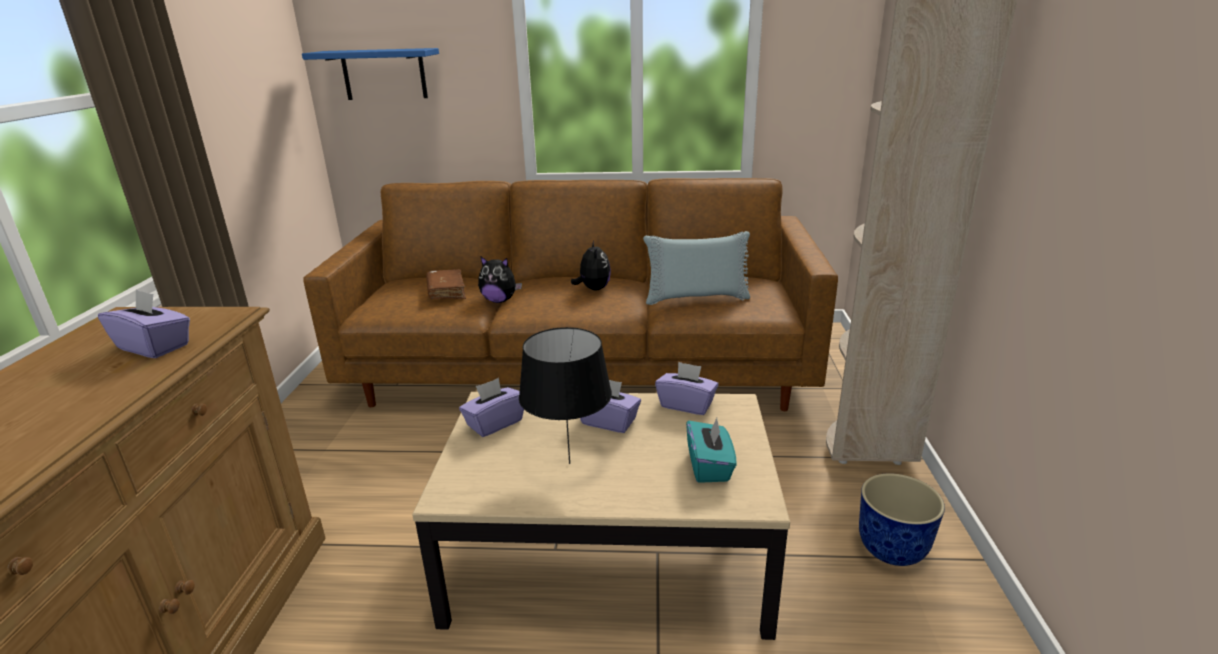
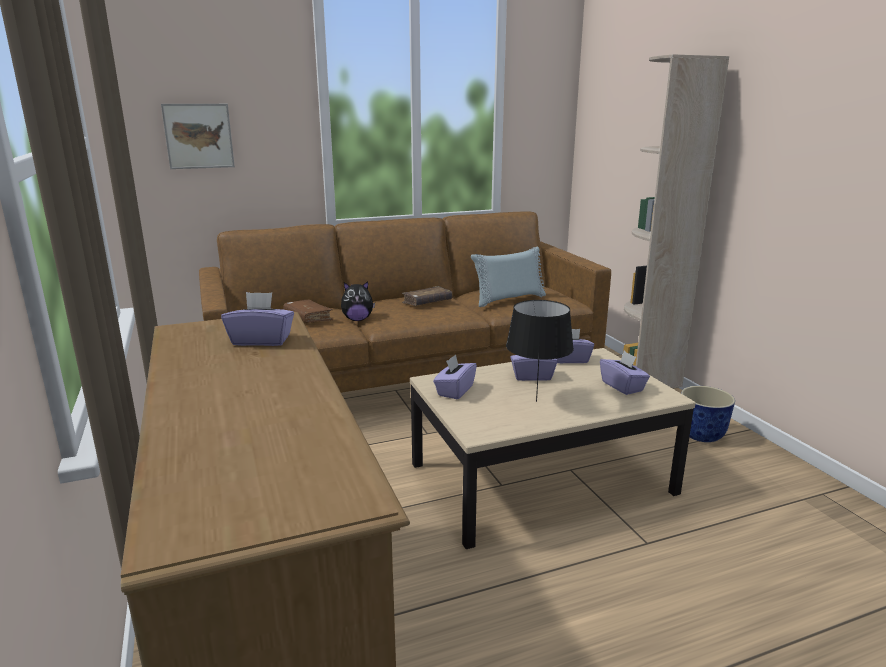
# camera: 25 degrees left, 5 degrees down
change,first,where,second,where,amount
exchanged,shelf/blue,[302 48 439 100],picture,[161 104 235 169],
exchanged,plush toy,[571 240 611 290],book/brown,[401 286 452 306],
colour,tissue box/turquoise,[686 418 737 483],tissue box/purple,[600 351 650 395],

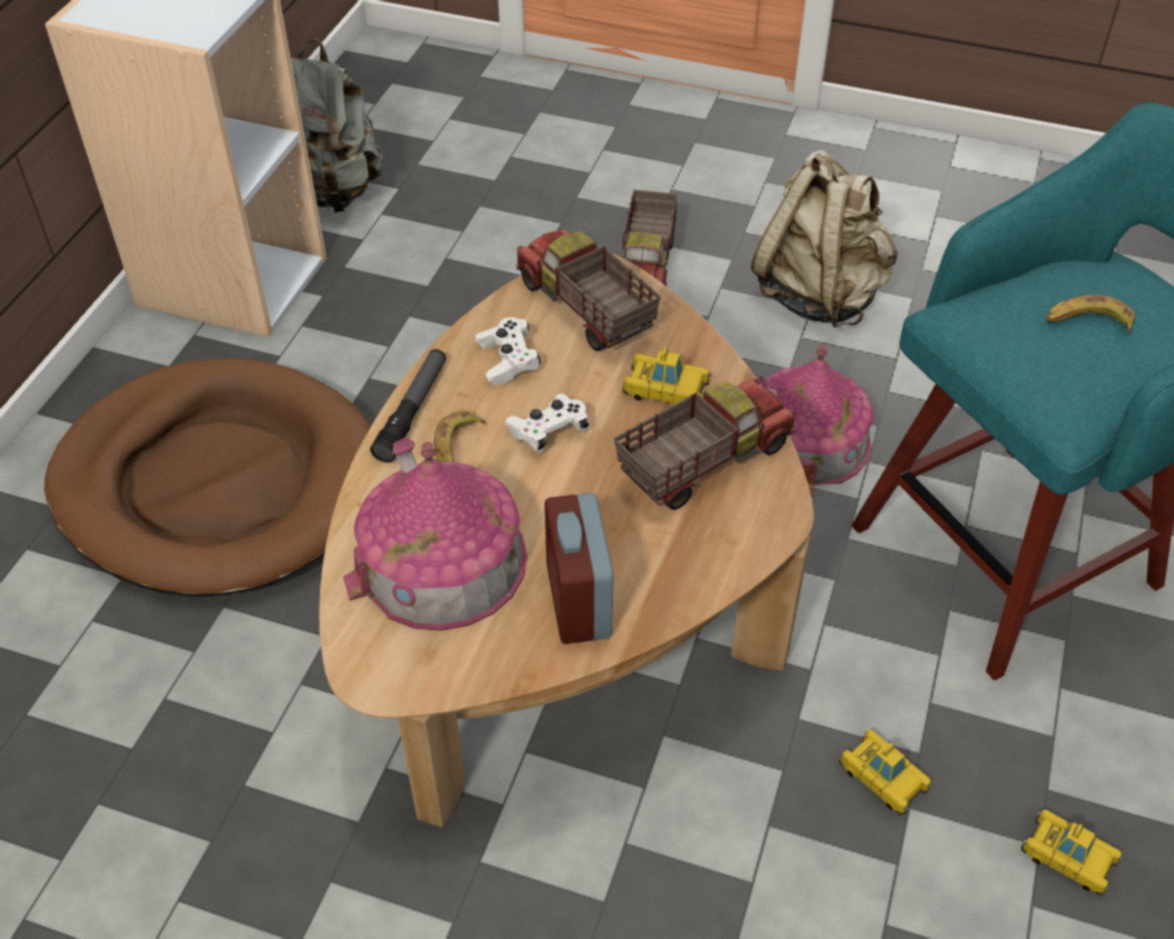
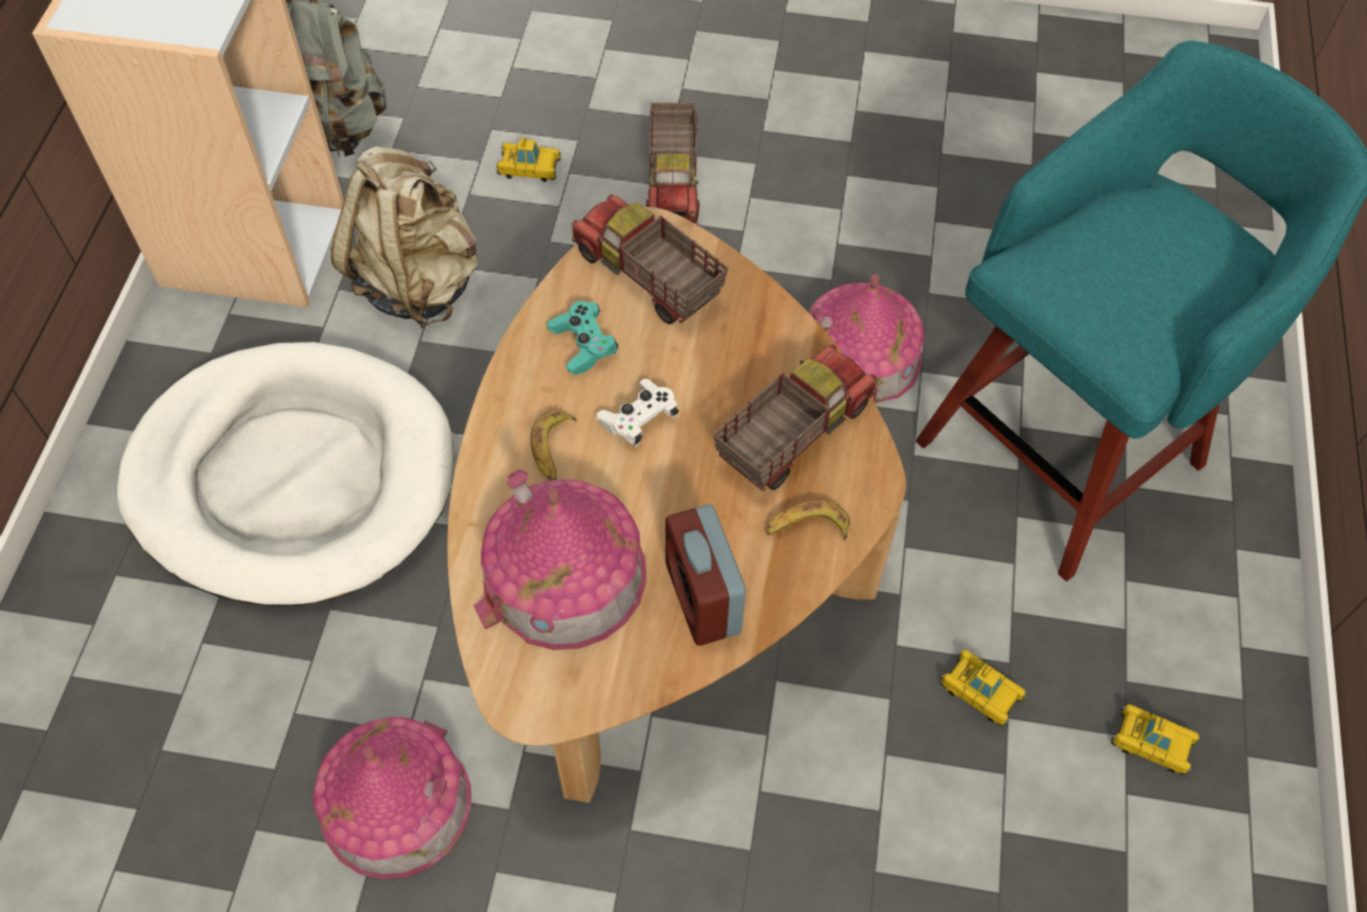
# camera: 10 degrees left, 10 degrees up
change,first,where,second,where,amount
relocated,backpack/beige,[751 150 898 328],,[331 146 478 328],
relocated,banana,[1046 295 1135 334],,[766 499 850 541],
colour,game controller/white,[475 317 541 386],game controller/turquoise,[547 301 618 375],
relocated,toy car,[622 348 711 404],,[496 137 561 182],
missing,flashlight,[370 349 446 463],,,
colour,dog bed/brown,[44 358 371 597],dog bed/white,[117 342 453 606],
appeared,,,toy house,[313 717 471 880],

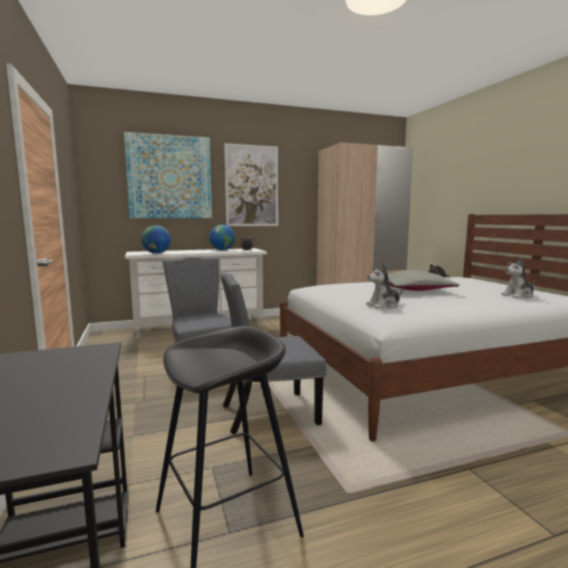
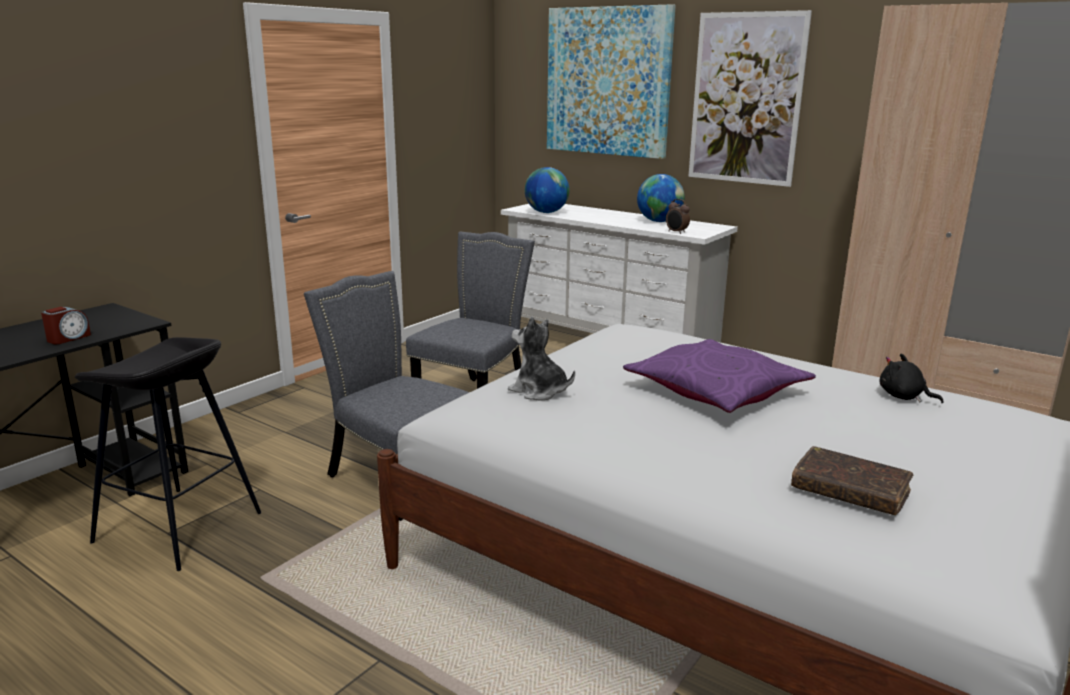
# camera: 55 degrees right, 10 degrees up
change,first,where,second,where,amount
exchanged,plush toy,[501 258 534 298],book/brown,[791 446 913 515],
colour,pillow/grey,[388 270 459 291],pillow/purple,[623 339 816 413],
appeared,,,alarm clock,[41 307 91 344],

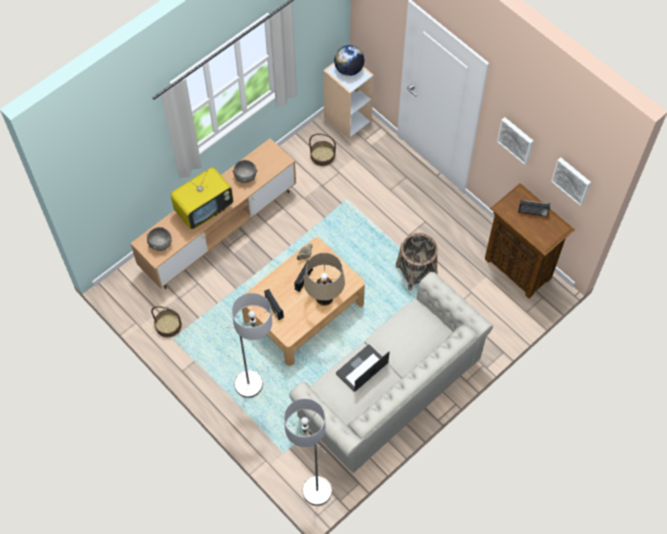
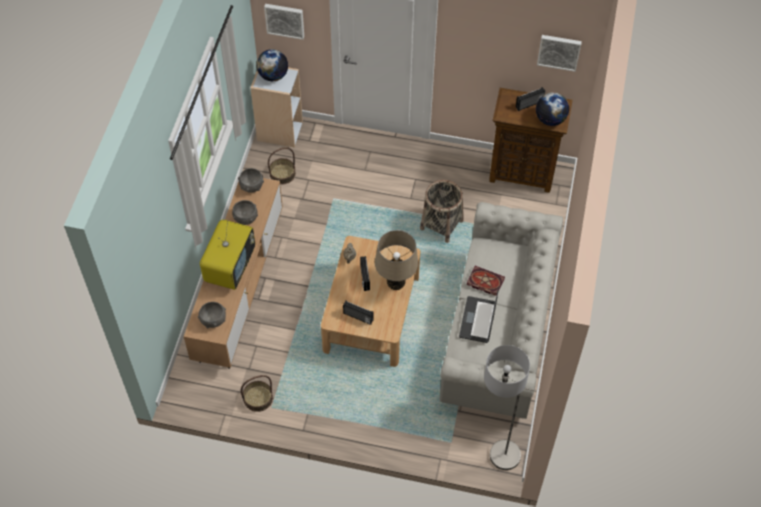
# camera: 35 degrees left, 5 degrees down
change,first,where,second,where,amount
relocated,picture,[497 117 534 165],,[264 4 304 40],
missing,floor lamp/grey,[225 293 272 398],,,
appeared,,,globe,[536 92 569 126],
appeared,,,bowl/grey,[238 168 264 193],
appeared,,,book,[466 266 505 296],

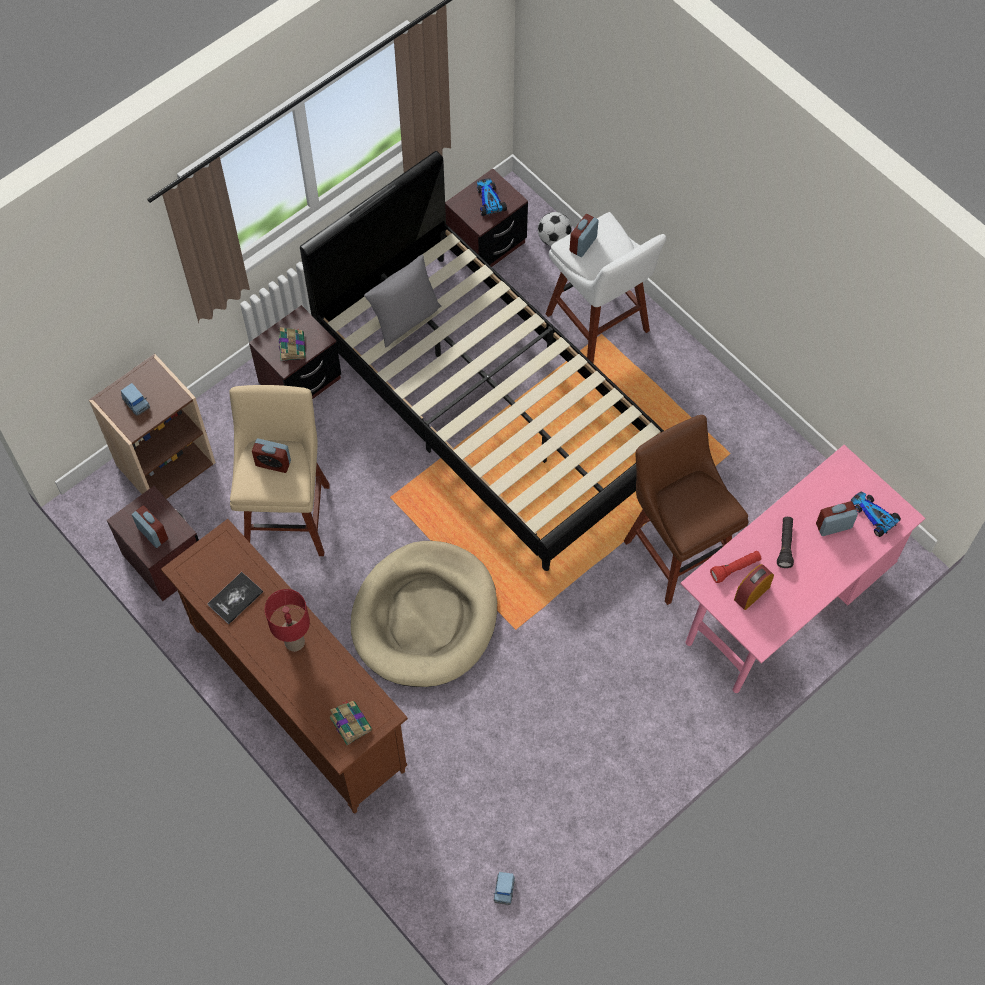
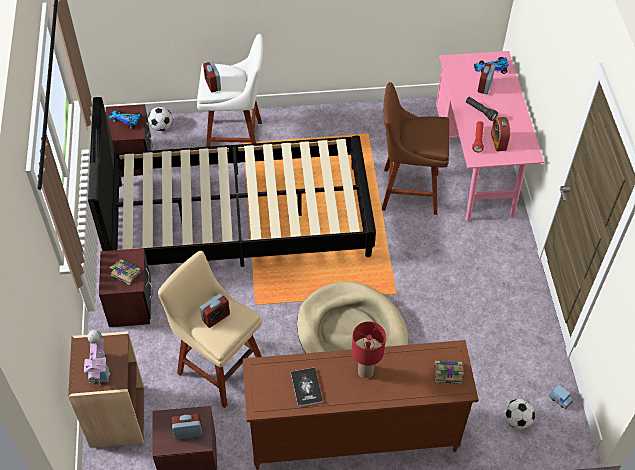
# camera: 55 degrees left, 10 degrees down
change,first,where,second,where,amount
missing,pillow/grey,[364 255 442 347],,,
exchanged,toy car/blue,[121 383 150 416],toy house,[84 330 110 387],
appeared,,,football,[505 399 535 429],

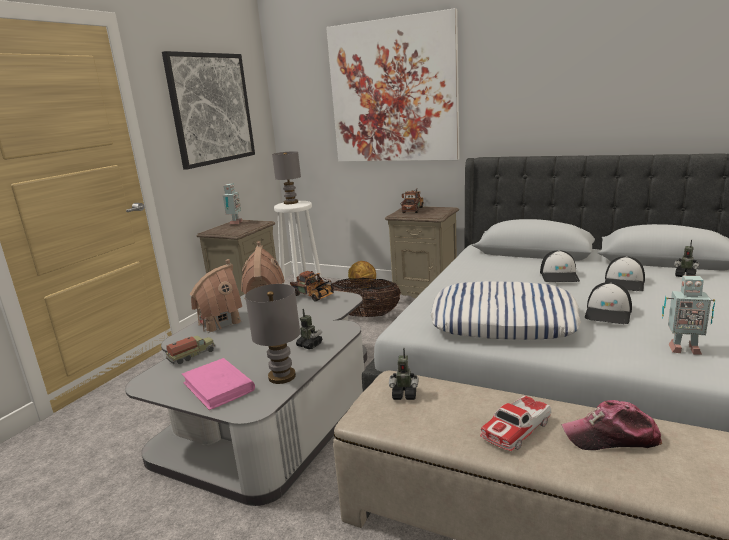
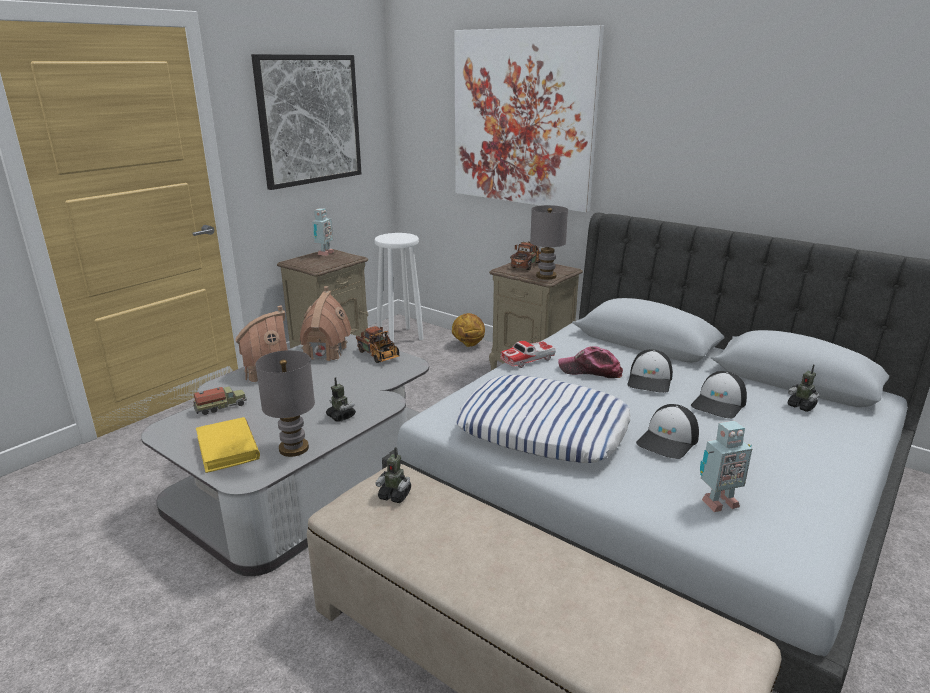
# camera: 10 degrees right, 5 degrees up
change,first,where,second,where,amount
relocated,table lamp/grey,[272 151 301 204],,[530 205 568 280],
spun,toy robot,[662 275 715 355],,[700 421 752 512],45 degrees counterclockwise
missing,basket,[331 278 401 317],,,
colour,book/pink,[182 358 255 410],book/yellow,[196 417 260 473],
relocated,toy car,[480 396 552 451],,[500 341 556 368],
relocated,cap,[561 400 662 450],,[558 346 623 378],

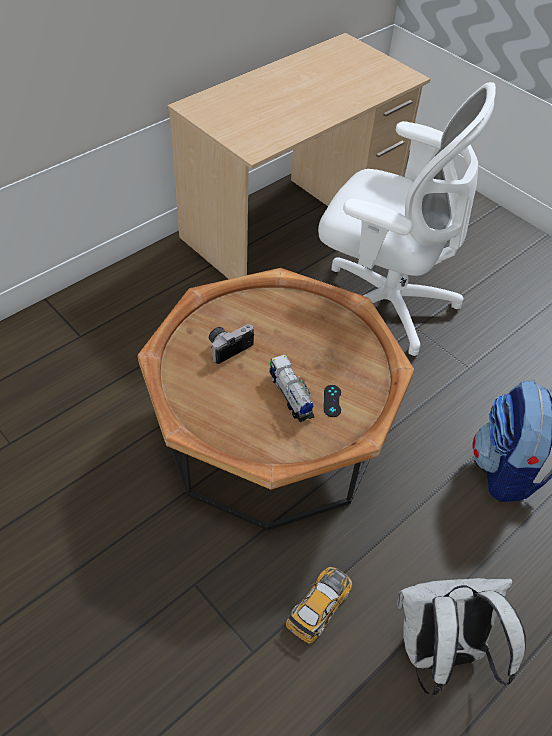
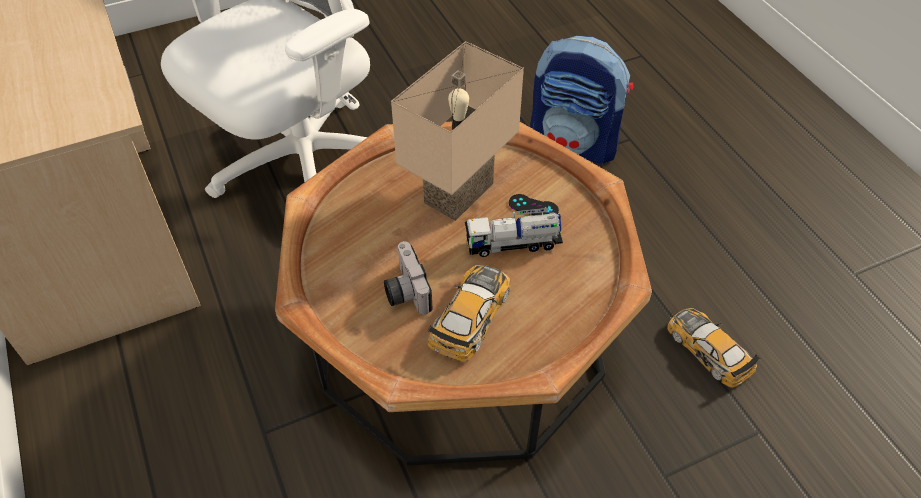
# camera: 70 degrees left, 0 degrees up
change,first,where,second,where,amount
missing,backpack/white,[397 578 526 695],,,
appeared,,,table lamp/beige,[391 41 524 221],
appeared,,,toy car,[427 265 511 362],

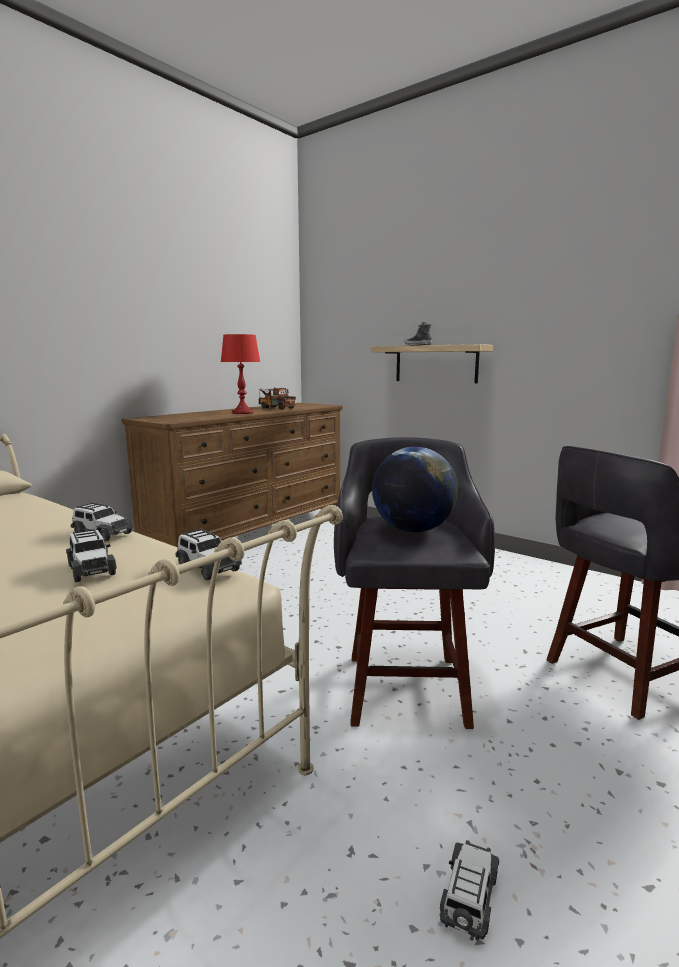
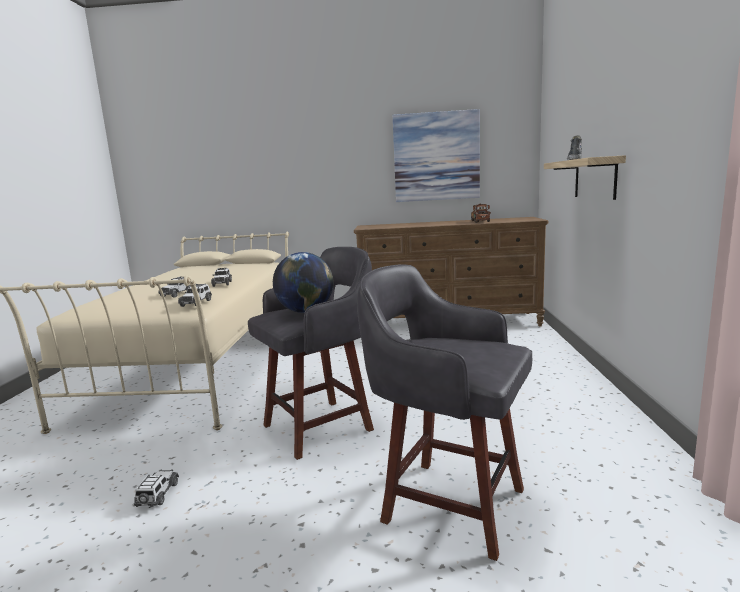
# camera: 55 degrees right, 0 degrees up
change,first,where,second,where,amount
missing,table lamp/red,[221 334 260 414],,,
spun,toy car,[440 840 499 941],,[134 469 179 508],75 degrees counterclockwise
appeared,,,picture,[393 109 480 202],

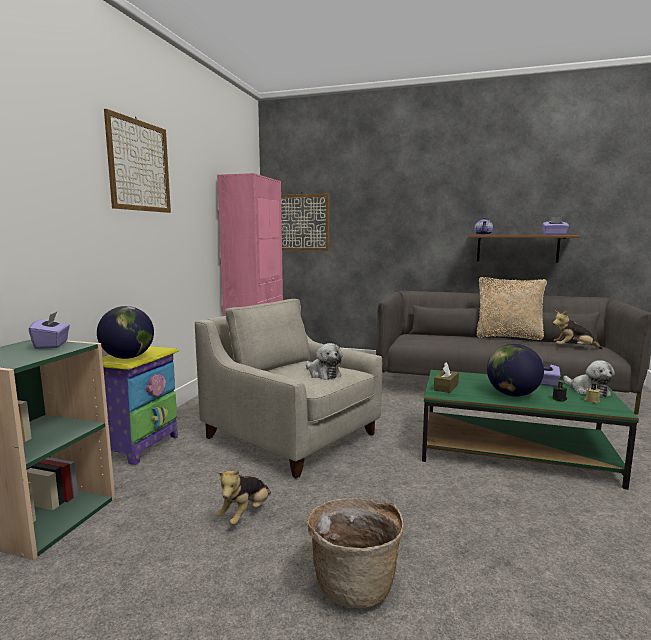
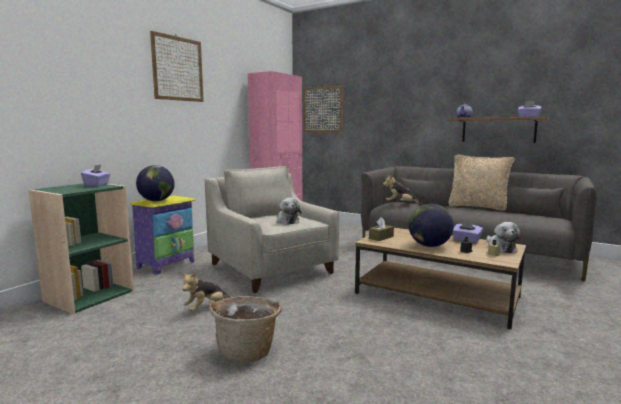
# camera: 15 degrees right, 0 degrees up
change,first,where,second,where,amount
relocated,plush toy,[553 311 603 349],,[383 175 423 206],
colour,coffee table/green,[422 370 639 490],coffee table/brown,[355 228 526 329],

